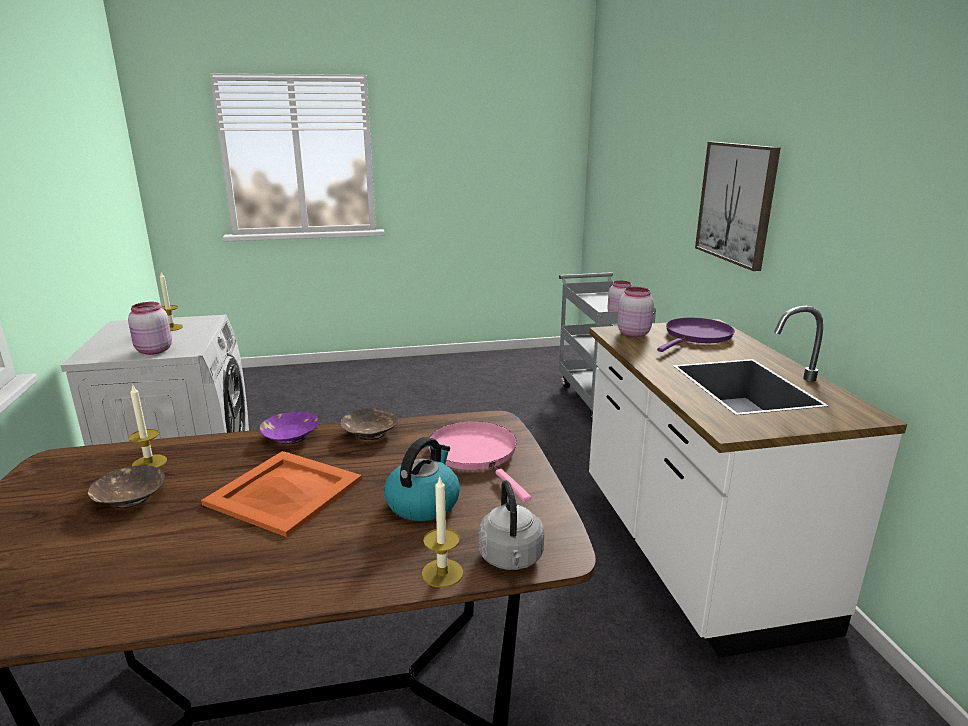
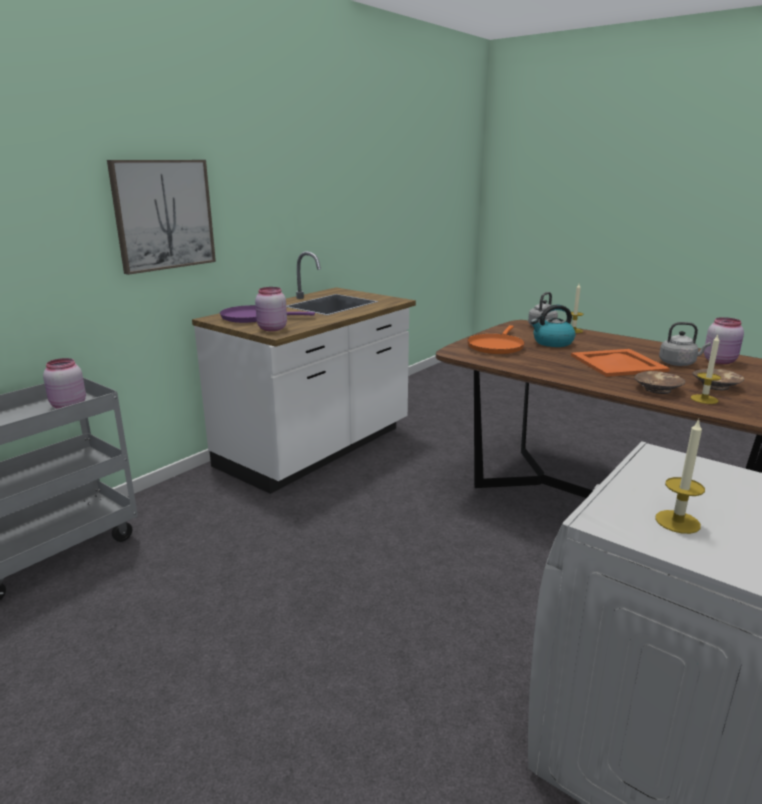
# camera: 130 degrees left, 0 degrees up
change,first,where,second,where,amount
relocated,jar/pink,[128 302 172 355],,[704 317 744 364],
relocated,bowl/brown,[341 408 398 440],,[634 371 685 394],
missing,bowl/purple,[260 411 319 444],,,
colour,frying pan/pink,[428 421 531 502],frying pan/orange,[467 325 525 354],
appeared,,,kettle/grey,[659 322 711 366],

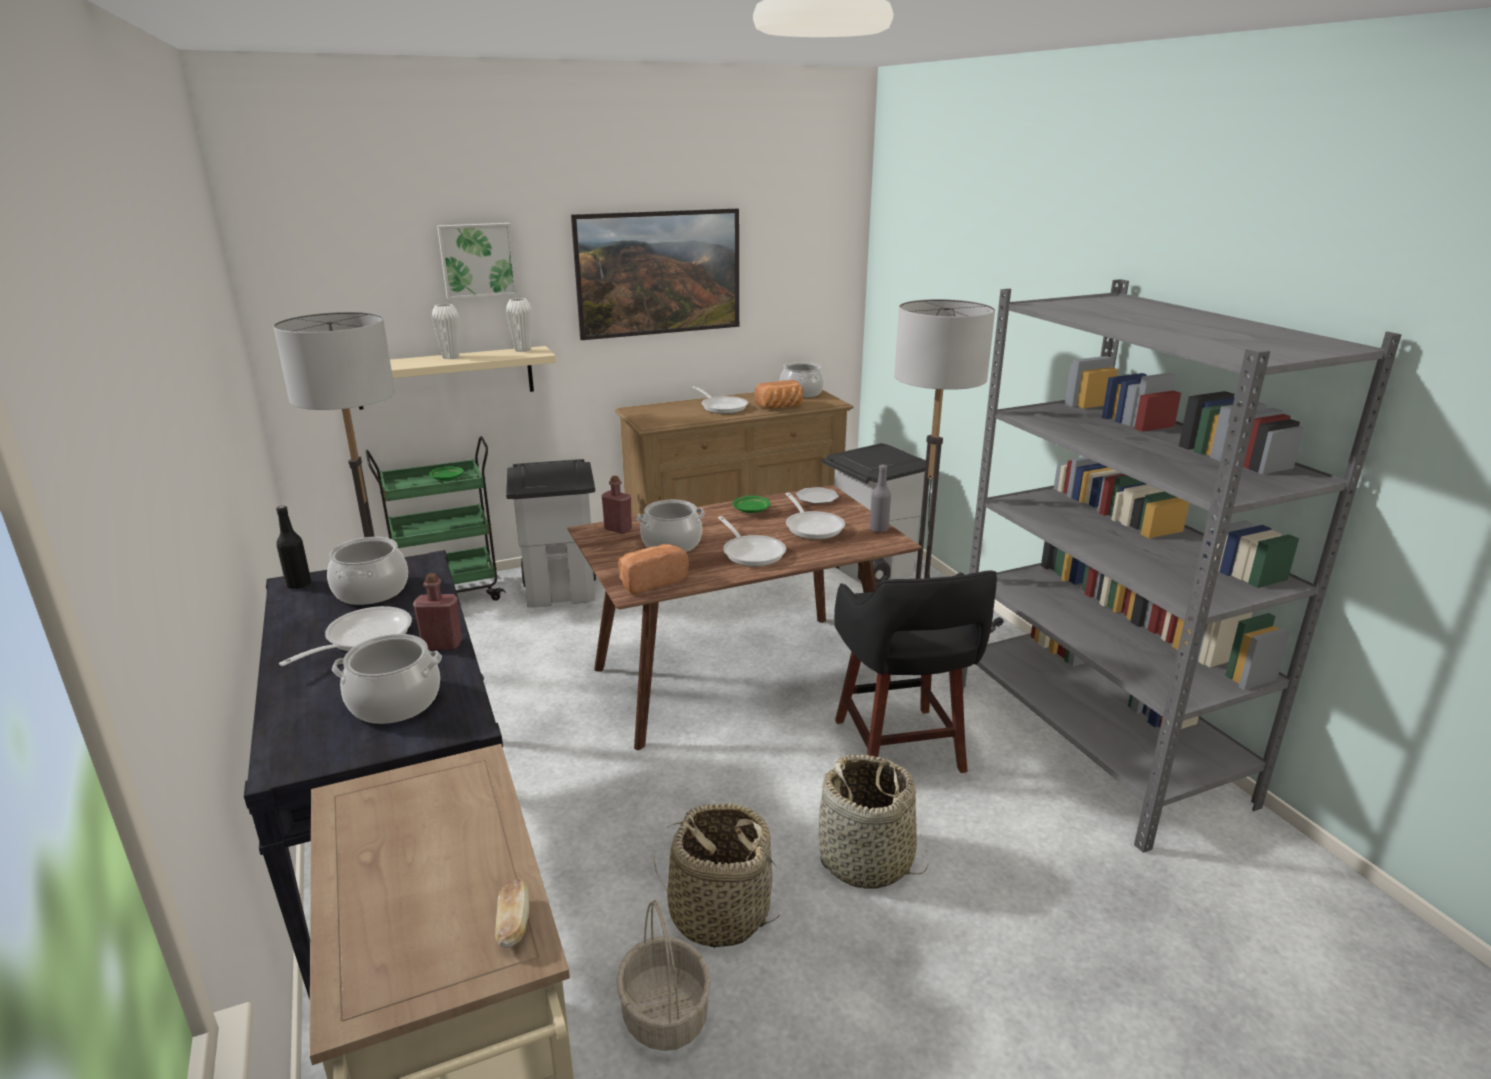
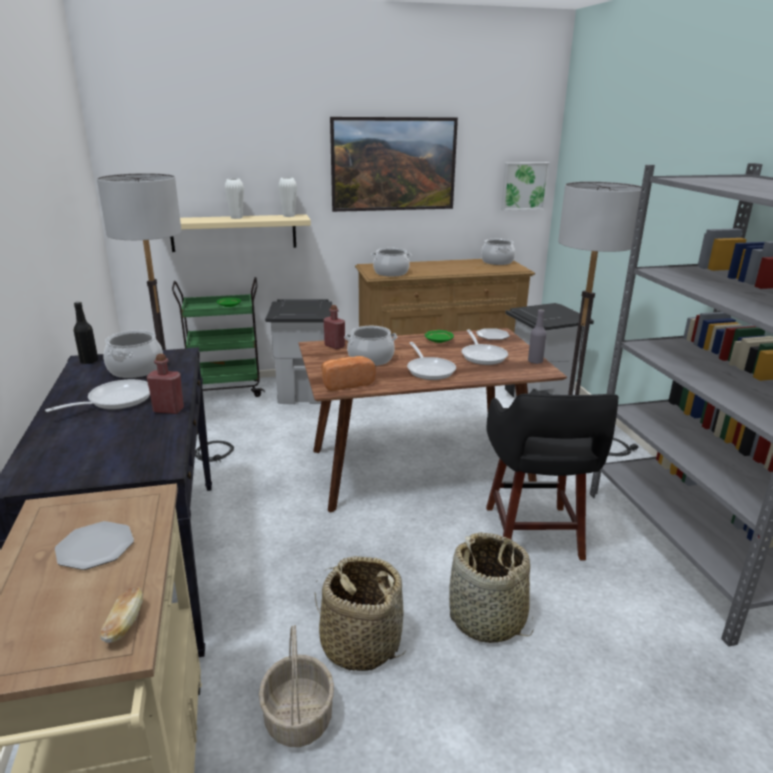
# camera: 10 degrees right, 0 degrees up
change,first,where,second,where,amount
relocated,picture,[437 223 518 299],,[501 162 550 211],
missing,bread,[754 380 803 409],,,
missing,frying pan,[692 386 748 414],,,
relocated,cooking pot,[332 634 442 724],,[371 248 412 277],
appeared,,,plate,[55 521 134 570],

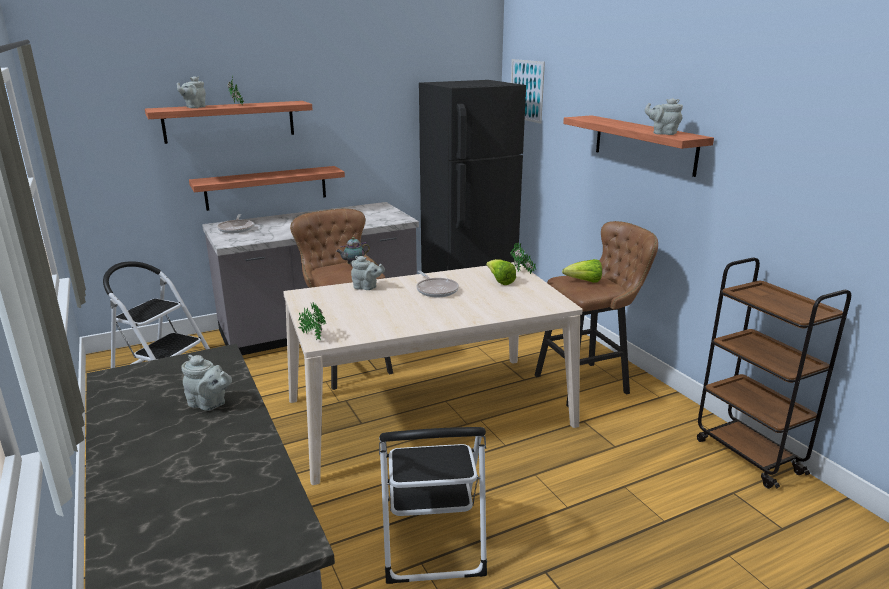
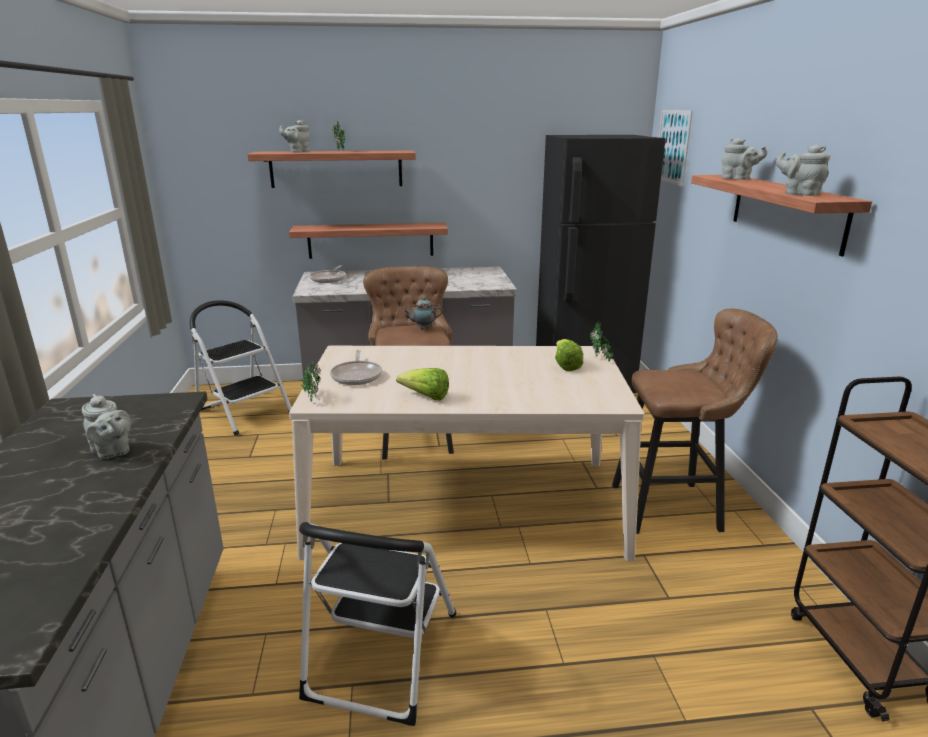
# camera: 20 degrees right, 0 degrees up
change,first,where,second,where,amount
relocated,teapot/grey,[351 256 385 290],,[721 138 767 180],
relocated,lettuce,[562 259 602 283],,[396 368 449 400],
relocated,frying pan,[416 271 459 297],,[330 350 382 385],

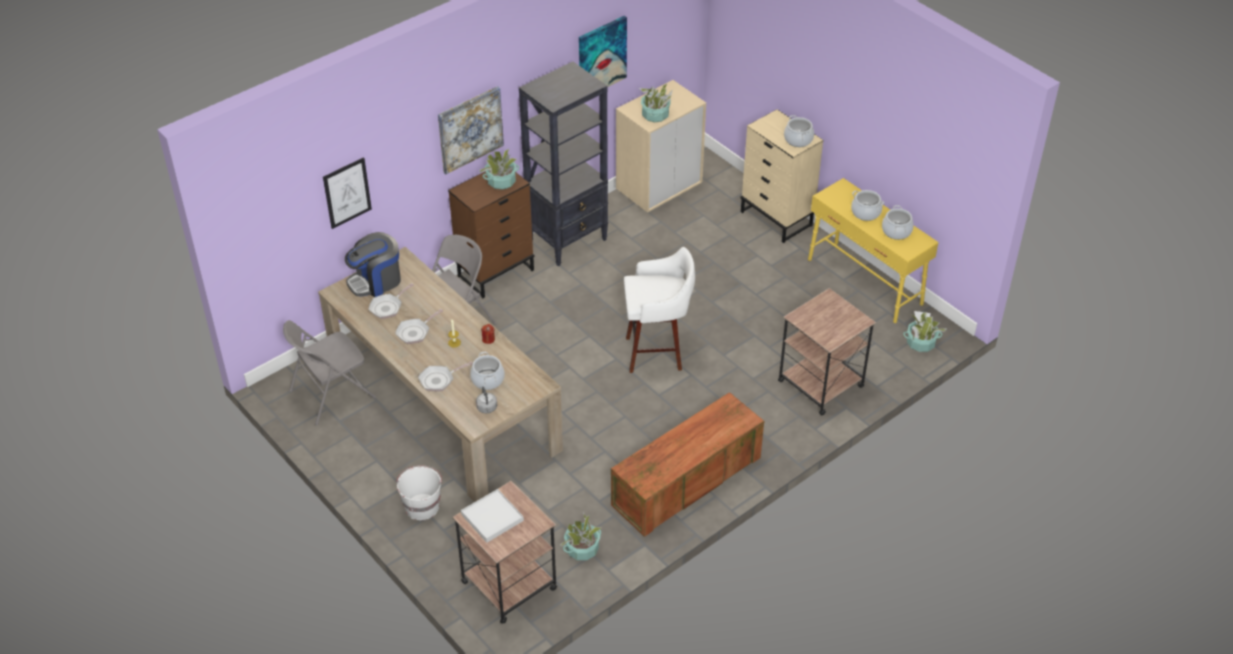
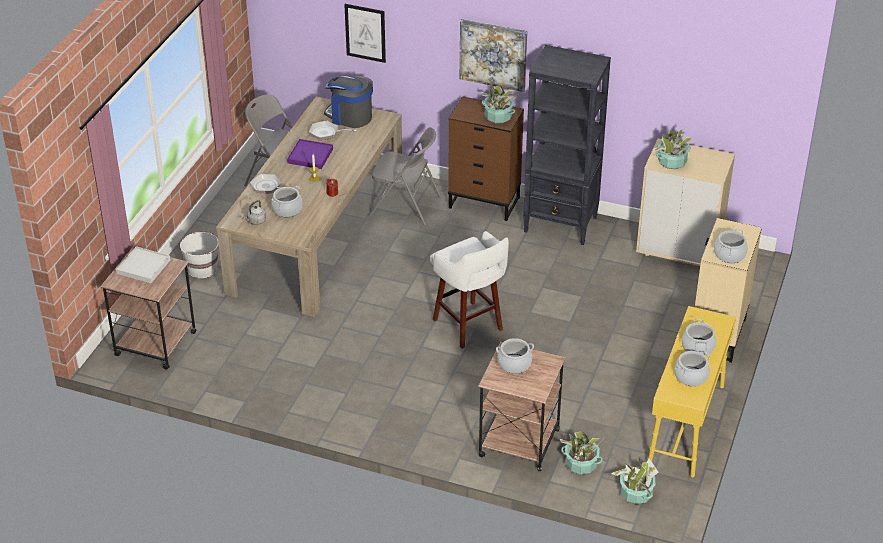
# camera: 60 degrees right, 5 degrees down
change,first,where,second,where,amount
missing,picture,[579 16 627 87],,,
exchanged,frying pan,[395 309 443 344],tray/purple,[287 139 333 169],
missing,bench/brown,[611 392 765 537],,,
relocated,potted plant,[560 512 601 560],,[560 432 603 474],
appeared,,,cooking pot,[496 338 534 374],

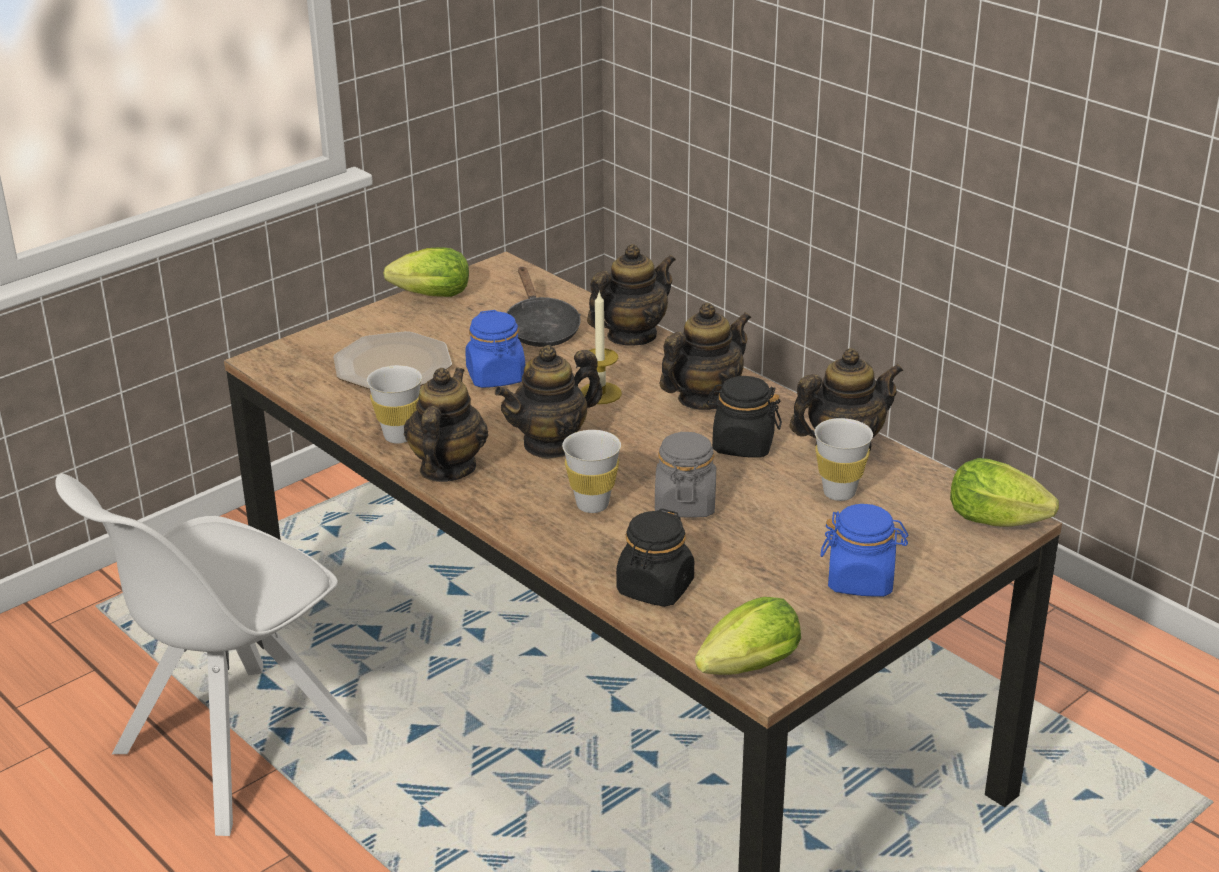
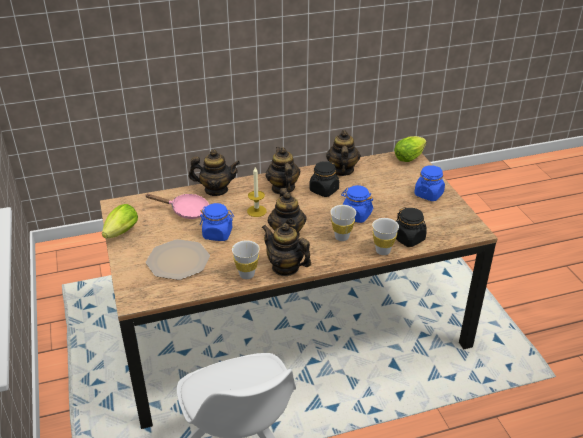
# camera: 65 degrees left, 5 degrees up
change,first,where,second,where,amount
spun,teapot,[587 244 676 346],,[189 149 240 196],105 degrees clockwise
colour,frying pan/black,[507 267 581 347],frying pan/pink,[145 194 209 219],
relocated,cup/white,[814 418 873 501],,[372 218 399 255],
colour,jar/grey,[655 432 716 517],jar/blue,[341 185 373 223],
missing,lettuce,[695 597 801 675],,,

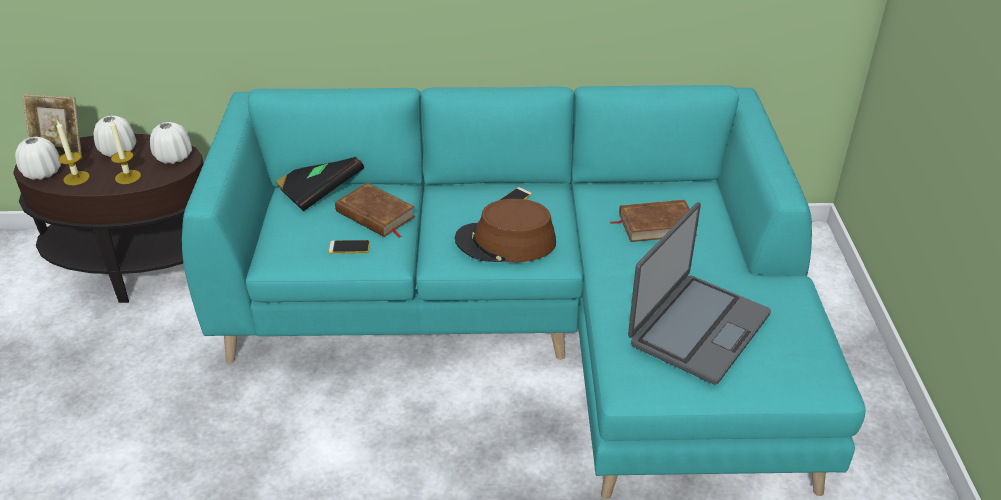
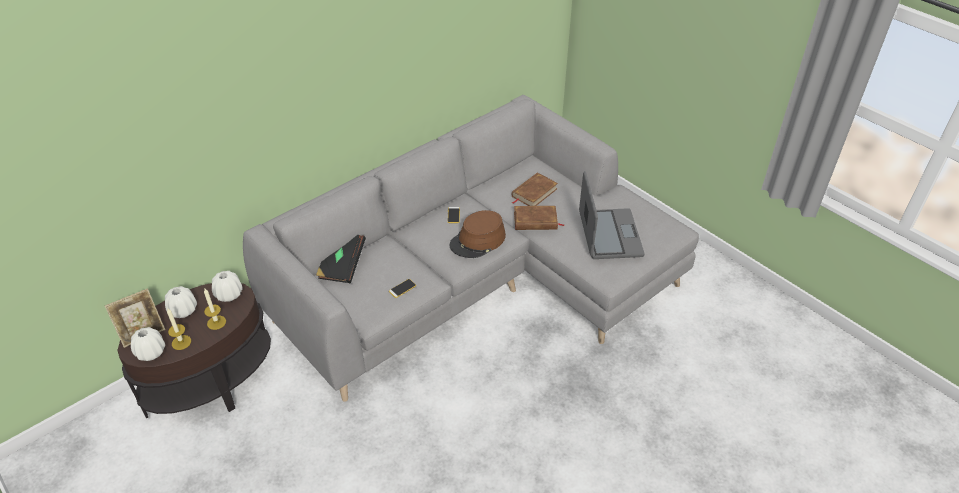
# camera: 40 degrees left, 5 degrees up
change,first,where,second,where,amount
colour,sofa/turquoise,[182 85 865 499],sofa/grey,[243 95 699 402],
relocated,book/brown,[335 183 415 238],,[514 206 564 230],

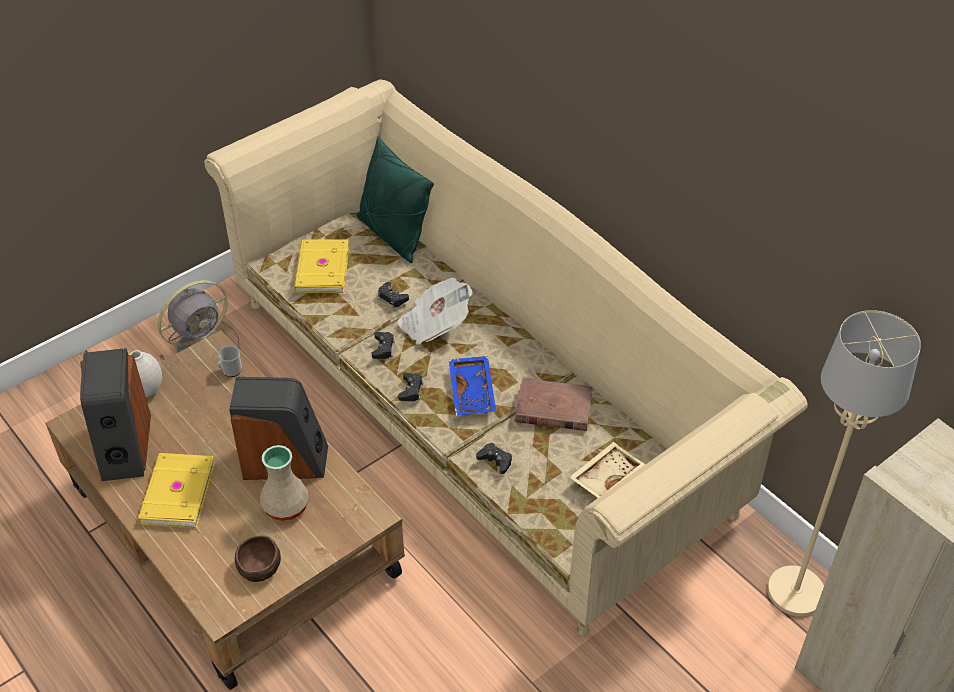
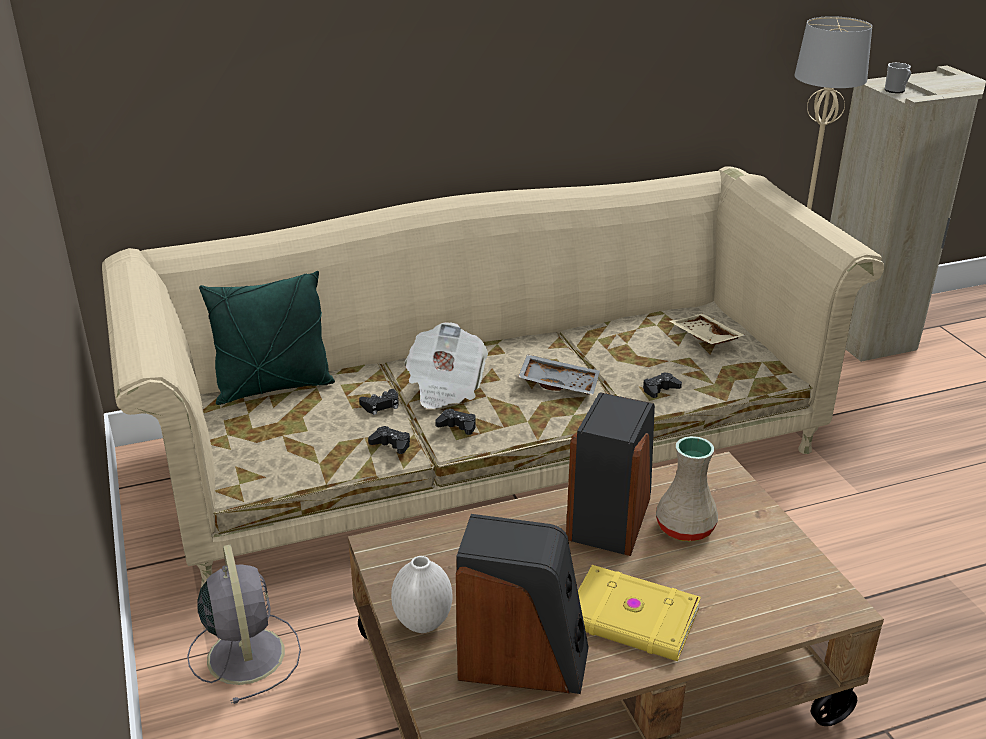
# camera: 70 degrees left, 15 degrees down
change,first,where,second,where,amount
missing,book/yellow,[294 239 349 293],,,
relocated,mug,[217 346 242 377],,[885 63 911 93],
colour,tray/blue,[449 356 496 416],tray/grey,[518 354 600 395],
relocated,game controller/black,[398 373 423 401],,[368 426 410 454],
missing,book/brown,[515 378 593 431],,,
missing,bowl/brown,[235 535 281 582],,,

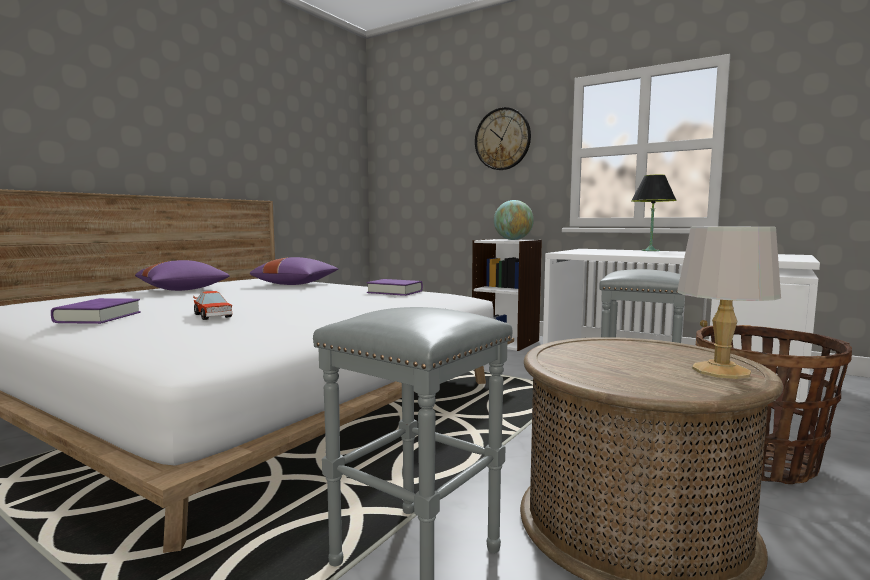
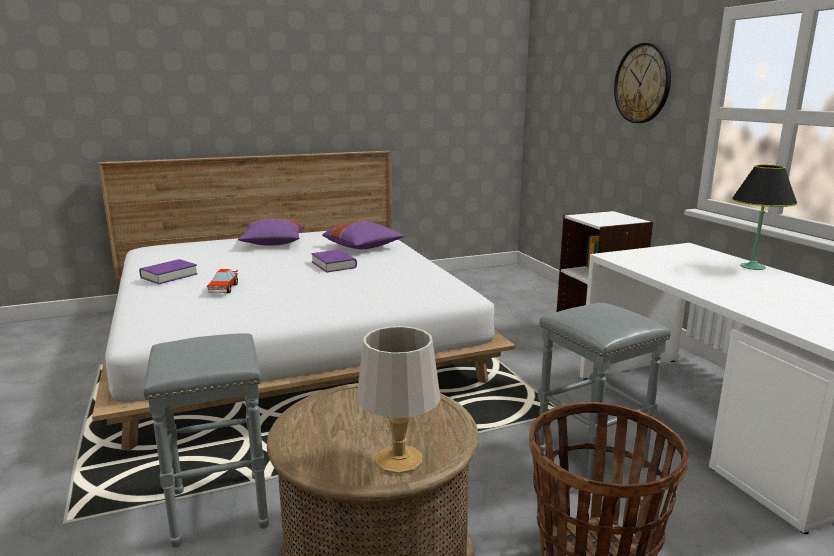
# camera: 35 degrees right, 10 degrees up
change,first,where,second,where,amount
missing,globe,[494 200 534 240],,,
relocated,book/purple,[366 279 423 296],,[311 250 357 273],

